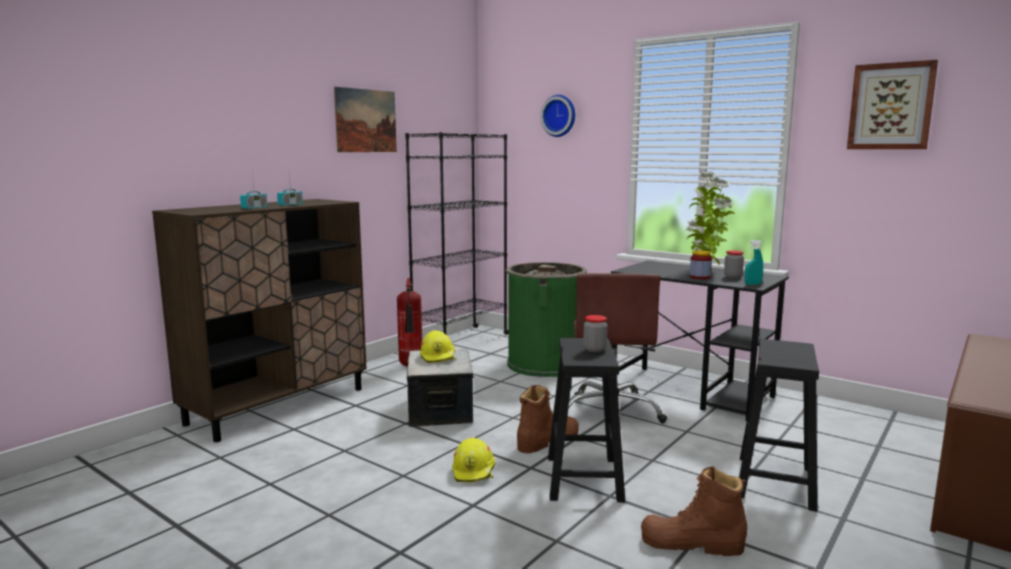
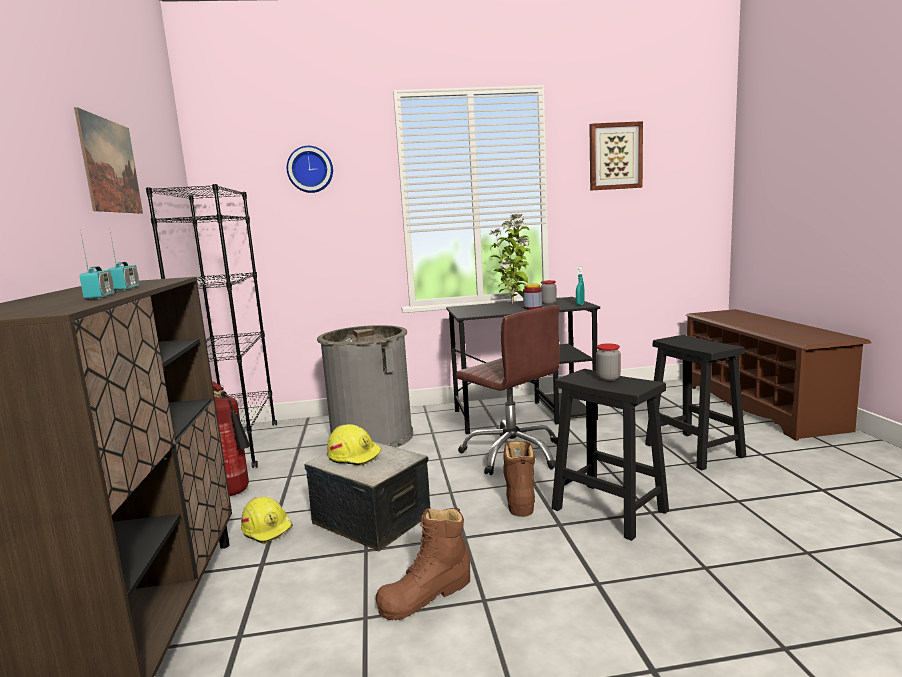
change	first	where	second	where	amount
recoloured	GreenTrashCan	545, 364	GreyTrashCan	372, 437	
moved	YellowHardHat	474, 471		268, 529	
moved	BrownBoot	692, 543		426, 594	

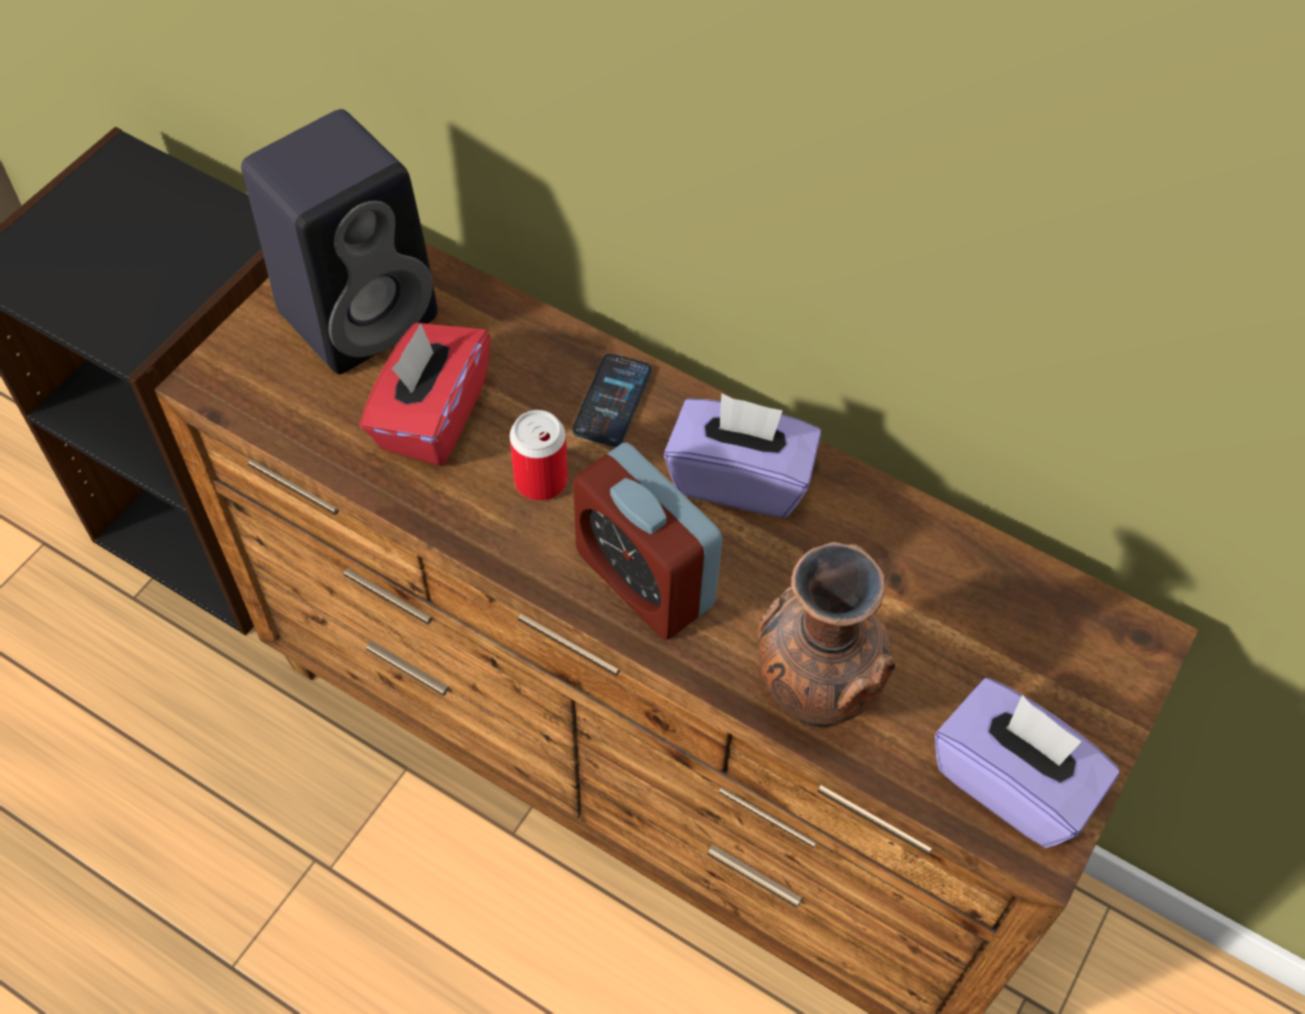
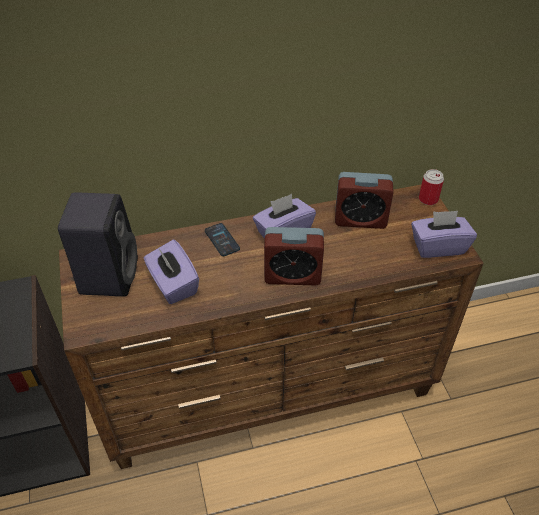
change	first	where	second	where	amount
recoloured	RedTissueBox	431, 417	PurpleTissueBox	173, 284	
moved	Can	541, 480		428, 199	
removed	BrownVase	810, 702			
added			AlarmClock	360, 219	

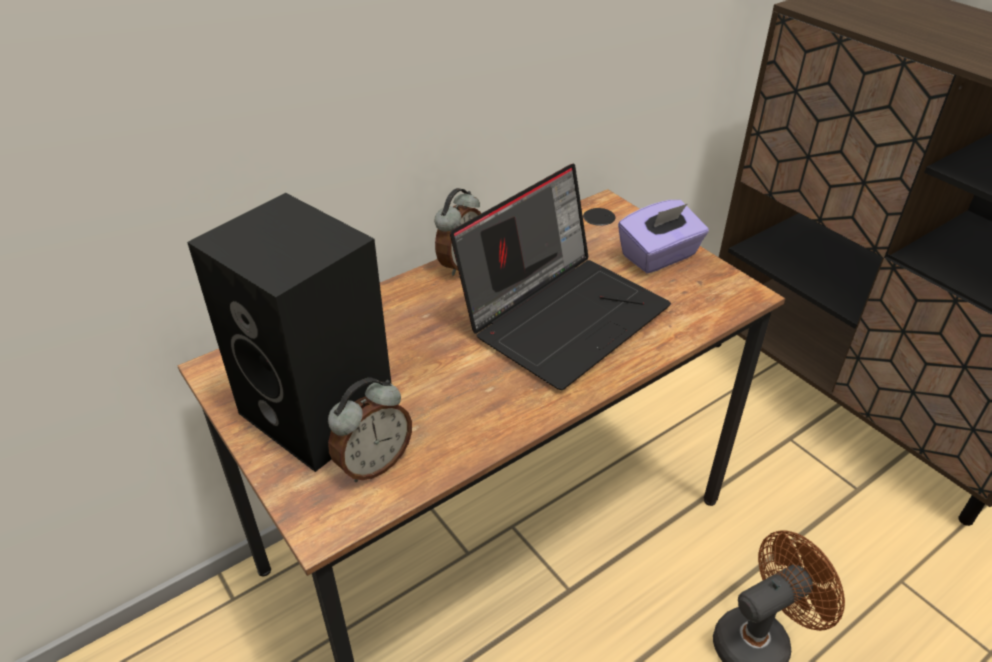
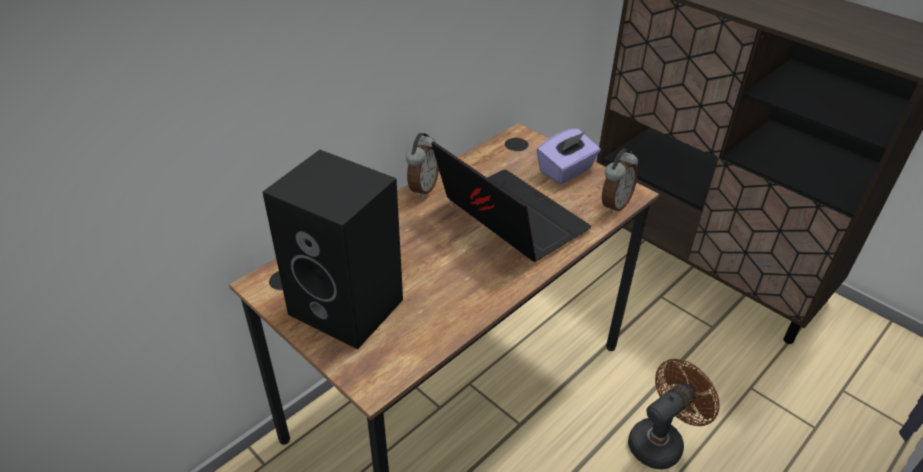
change	first	where	second	where	amount
turned	Laptop	563, 314		507, 219	75 degrees counterclockwise
moved	AlarmClock	373, 463		614, 204	

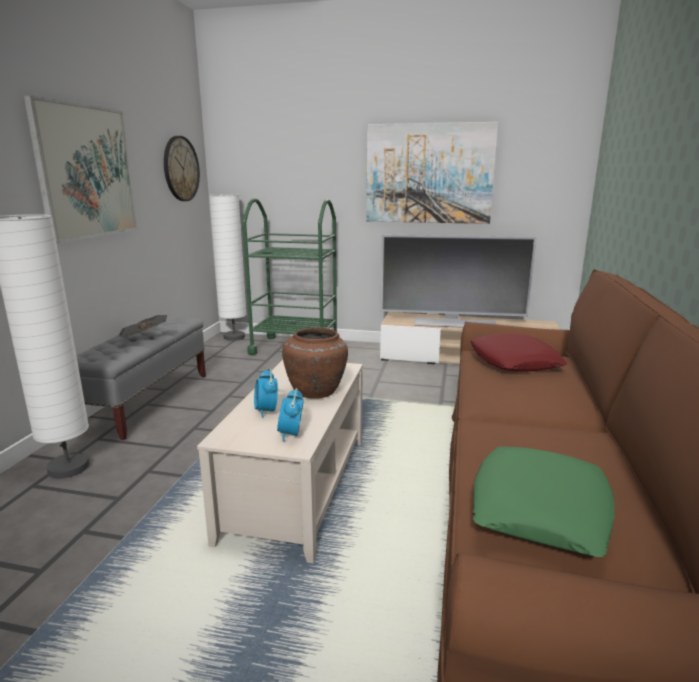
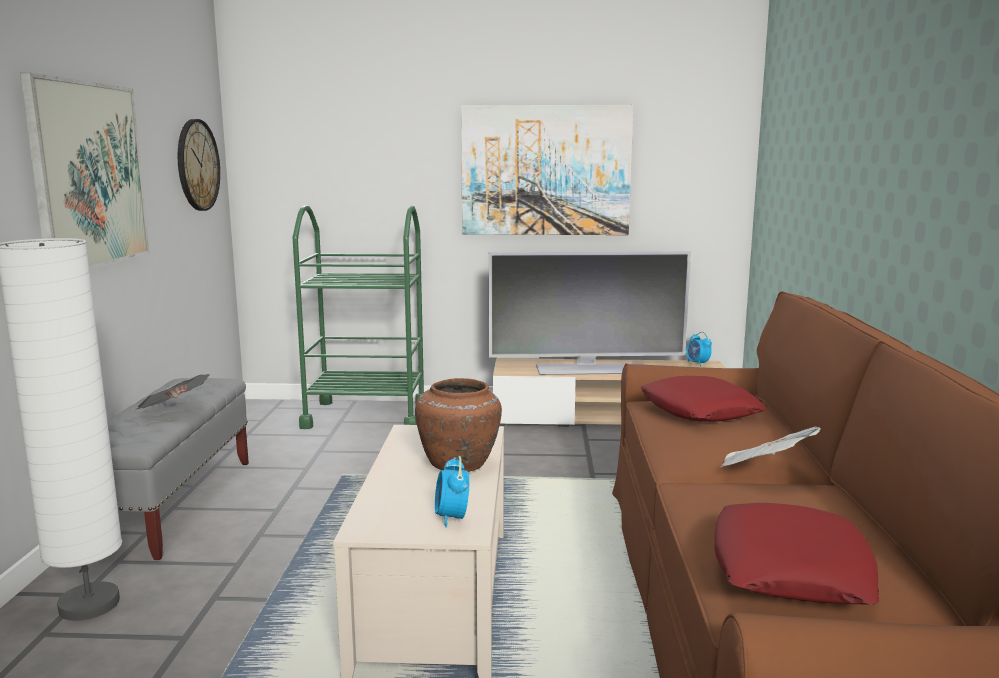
change	first	where	second	where	amount
removed	WhiteFloorLamp	234, 337			
moved	AlarmClock	266, 411		697, 363	
recoloured	GreenPillow	540, 508	RedPillow	790, 568	
added			Newspaper	764, 471	

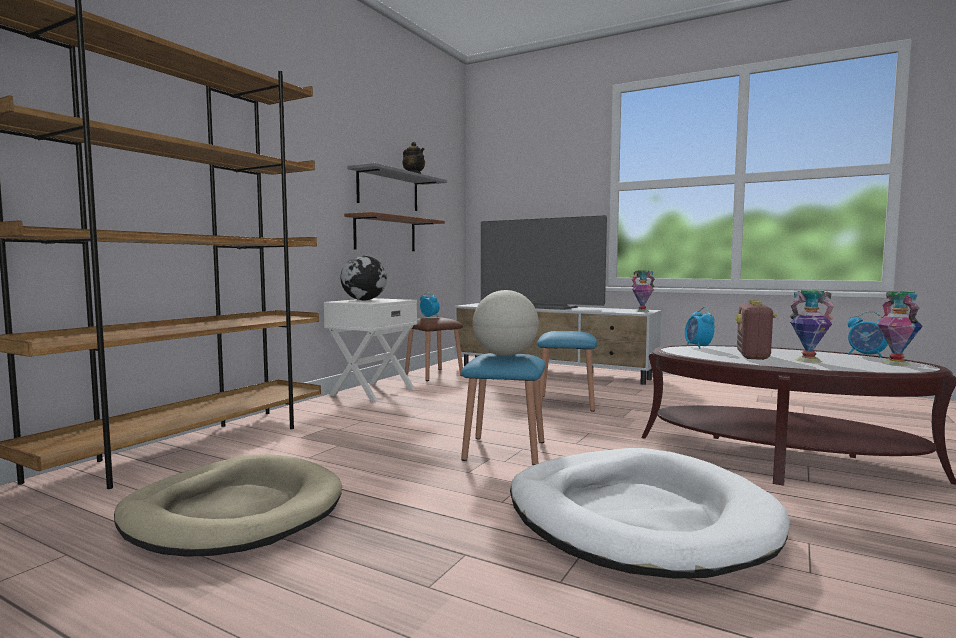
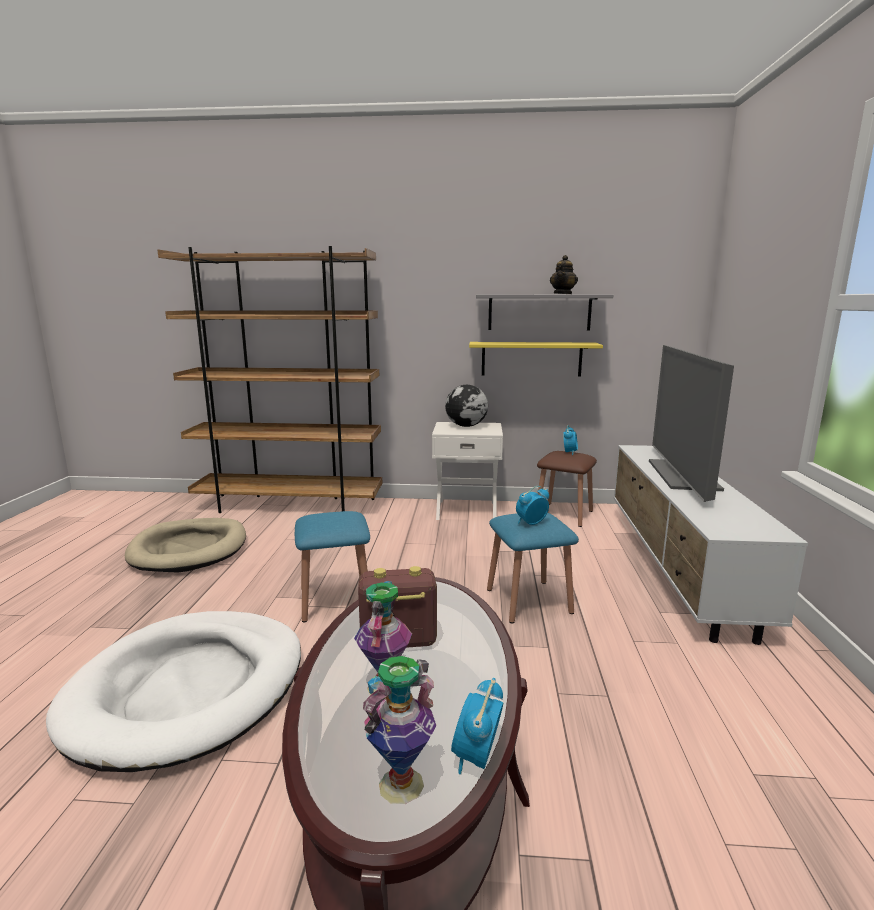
change	first	where	second	where	amount
recoloured	BrownShelf	385, 234	YellowShelf	531, 359	
removed	Vase	642, 311			
removed	Globe	505, 355			
moved	AlarmClock	698, 347		530, 523	

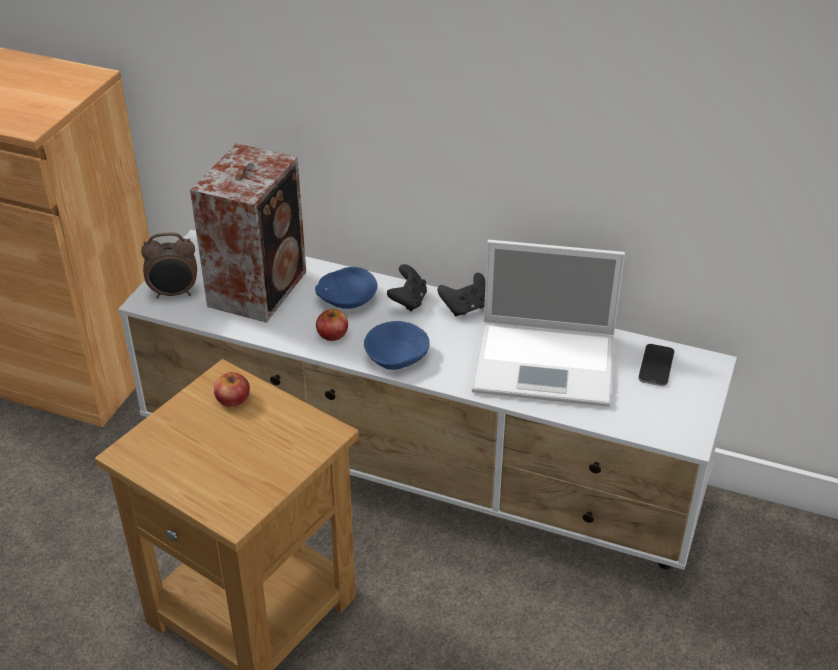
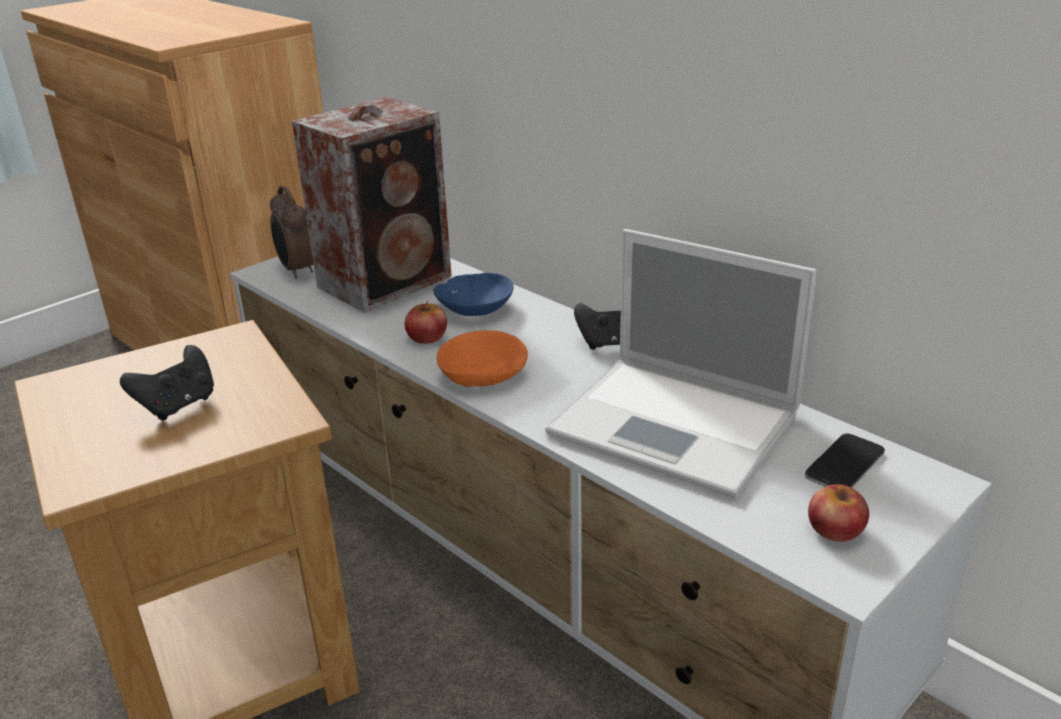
change	first	where	second	where	amount
turned	AlarmClock	174, 293		296, 270	45 degrees clockwise
moved	BlackGameController	408, 301		178, 405	
recoloured	BlueBowl	397, 356	OrangeBowl	483, 374	
moved	Apple	233, 399		835, 529	

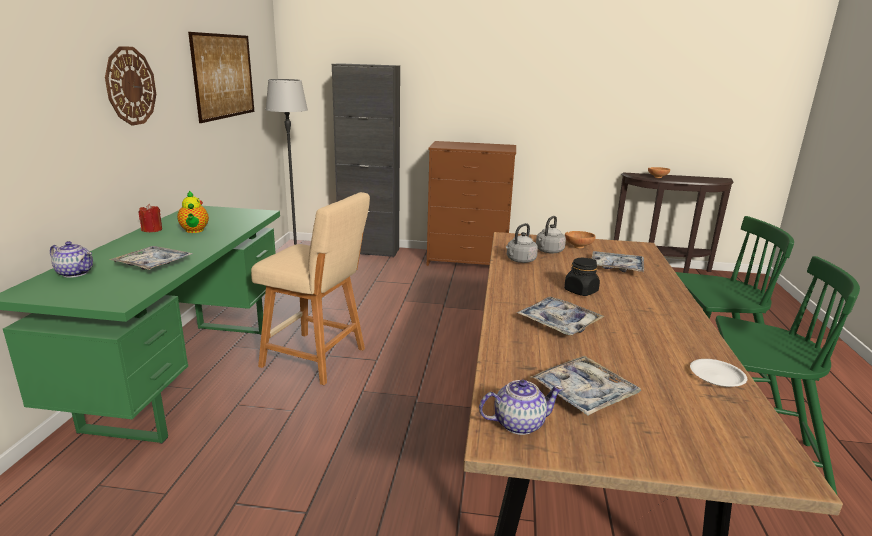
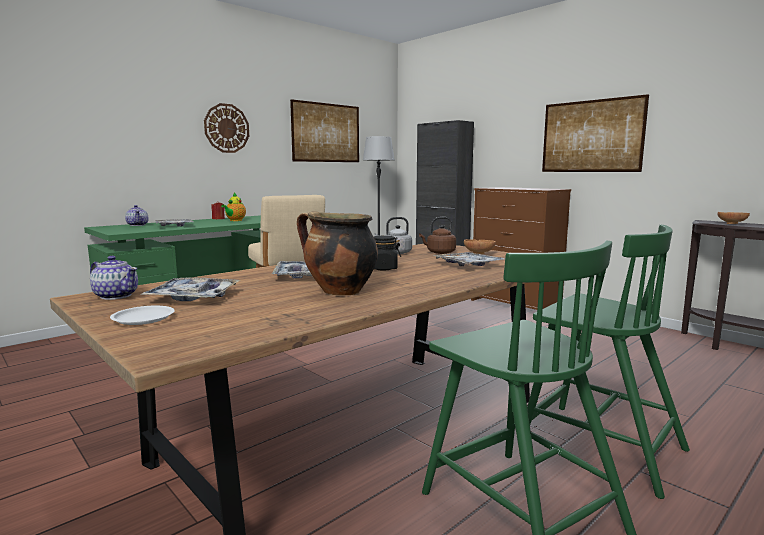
change	first	where	second	where	amount
recoloured	GreyKettle	548, 251	BrownKettle	439, 252	
moved	WhitePlate	716, 376		143, 319	
added			Picture	591, 136	
added			CookingPot	339, 292	

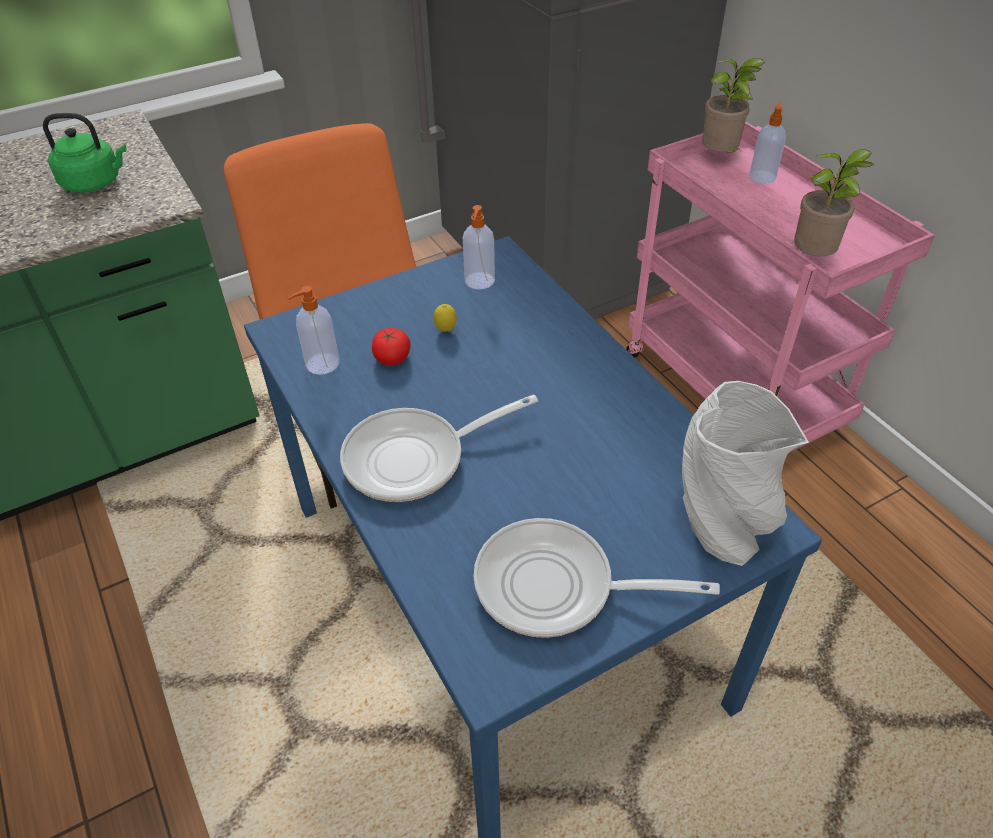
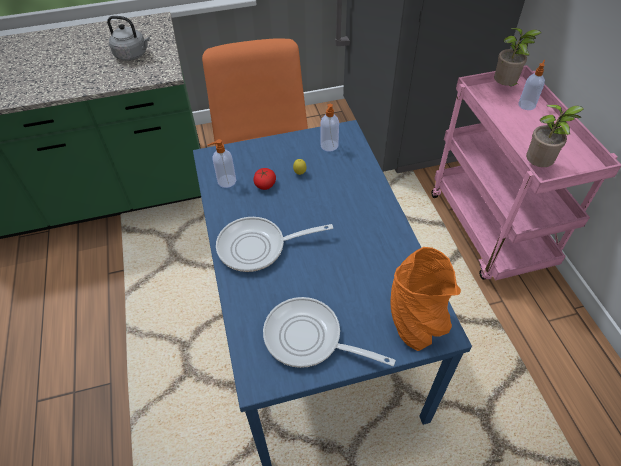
change	first	where	second	where	amount
recoloured	GreenKettle	95, 183	GreyKettle	133, 55	
recoloured	GreyVase	723, 525	OrangeVase	416, 324	

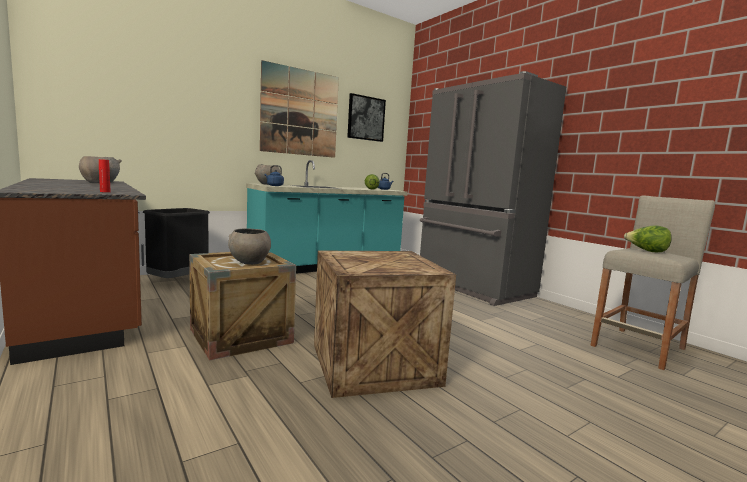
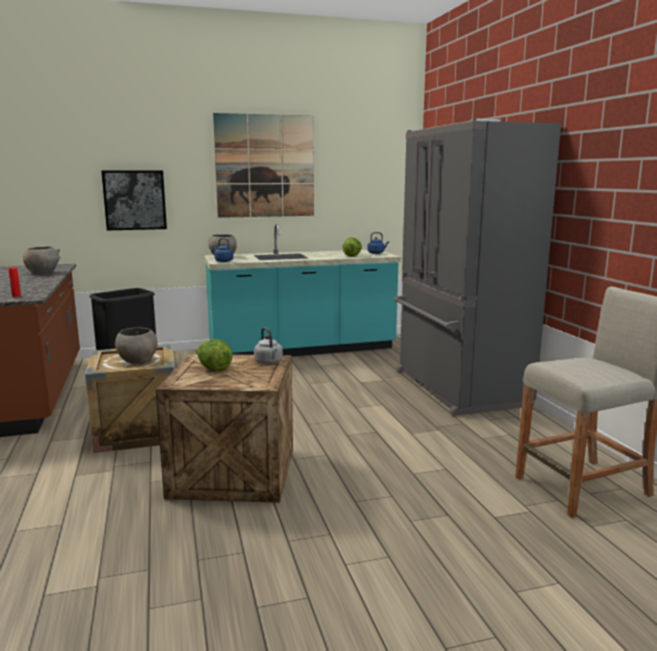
change	first	where	second	where	amount
moved	Picture	366, 118		135, 200	
moved	Lettuce	646, 251		213, 369	
added			GreyKettle	269, 362	

